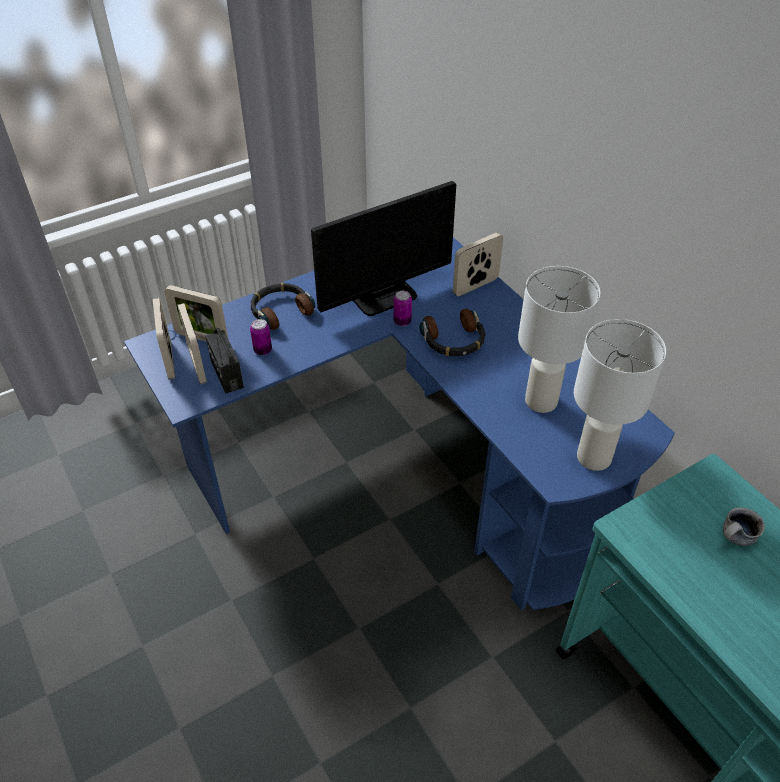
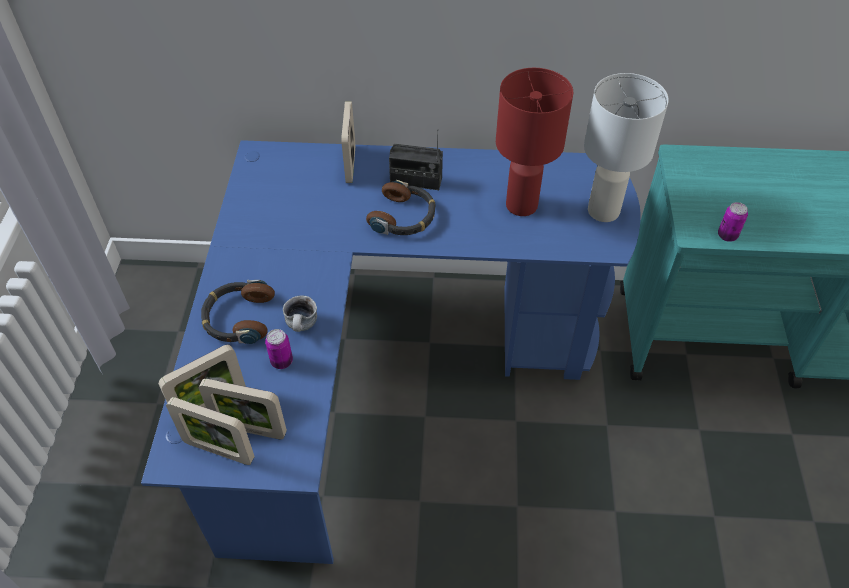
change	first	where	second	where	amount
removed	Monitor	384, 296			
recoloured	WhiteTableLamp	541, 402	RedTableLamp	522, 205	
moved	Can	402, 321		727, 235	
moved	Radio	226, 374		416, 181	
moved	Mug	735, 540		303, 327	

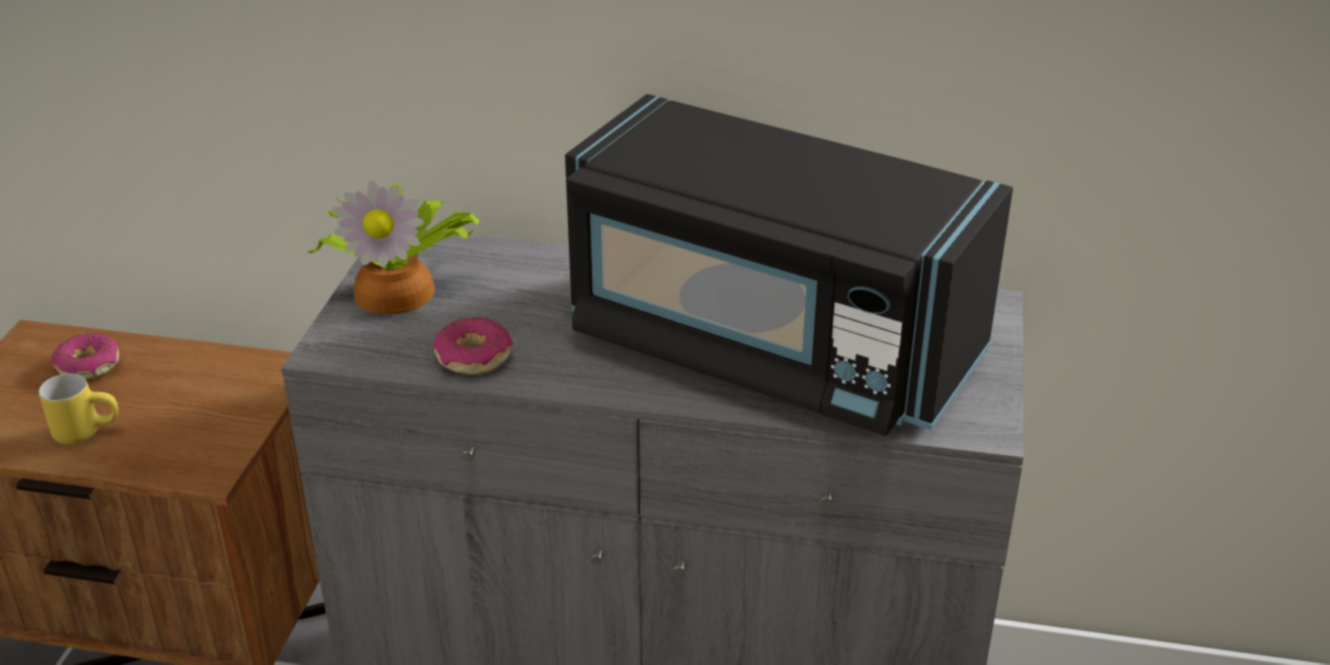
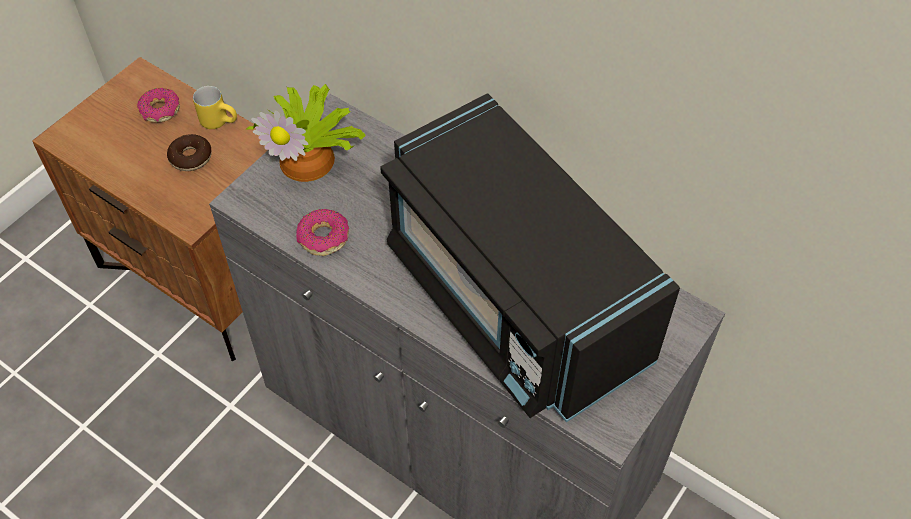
change	first	where	second	where	amount
moved	YellowMug	88, 430		220, 121	
added			Donut	191, 158	

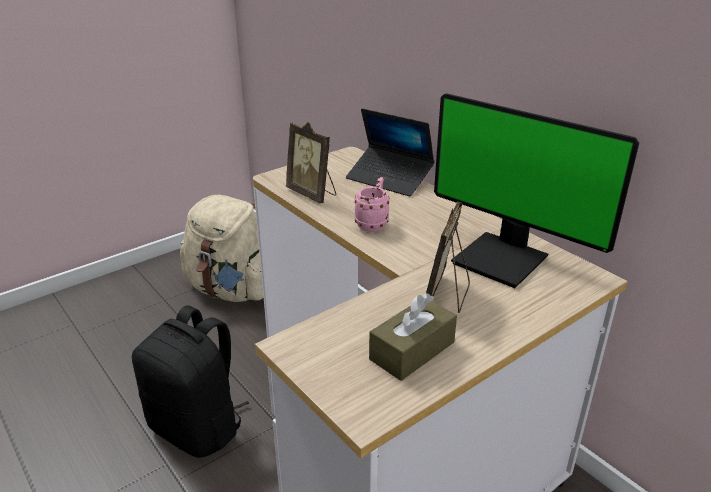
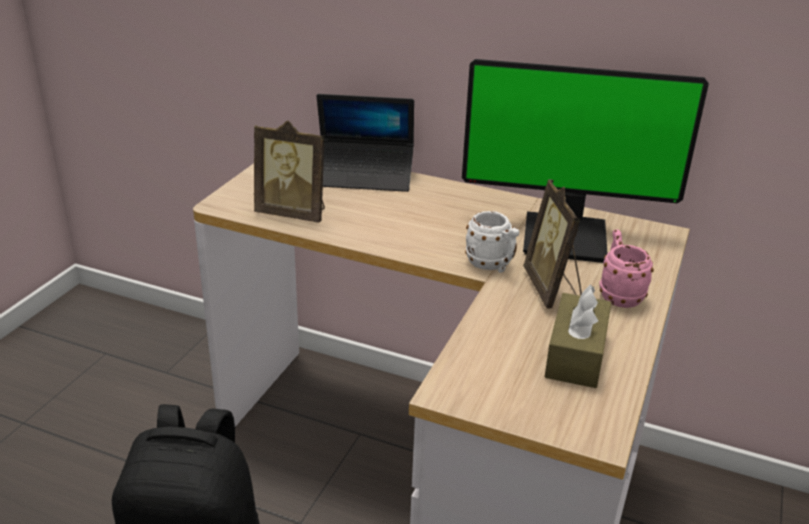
change	first	where	second	where	amount
moved	PinkMug	373, 223		618, 294	
removed	BeigeBackpack	232, 290			
added			WhiteMug	492, 266	

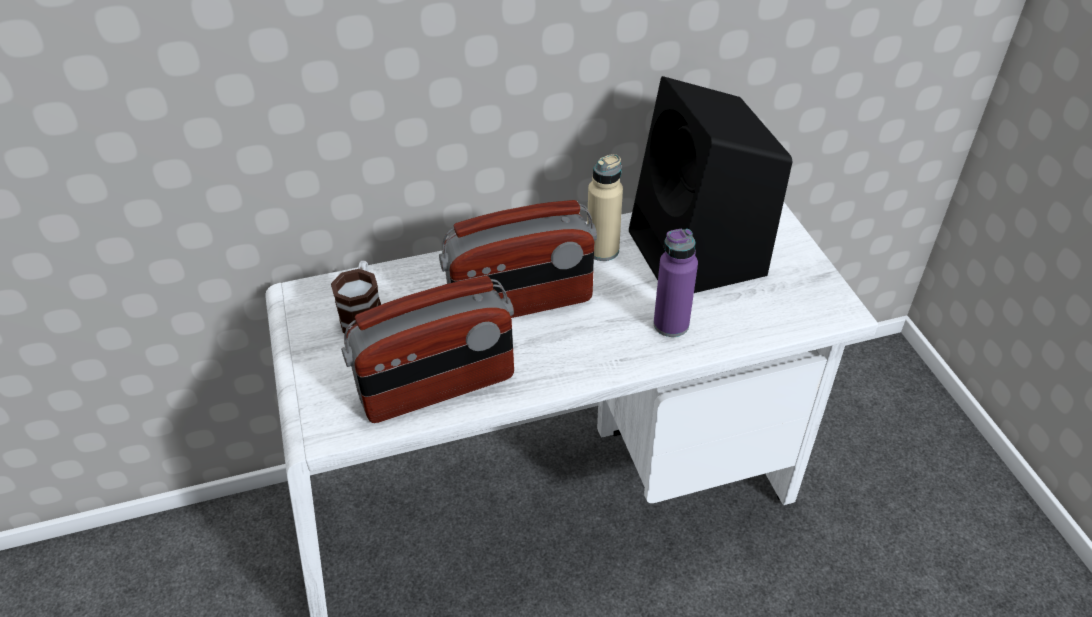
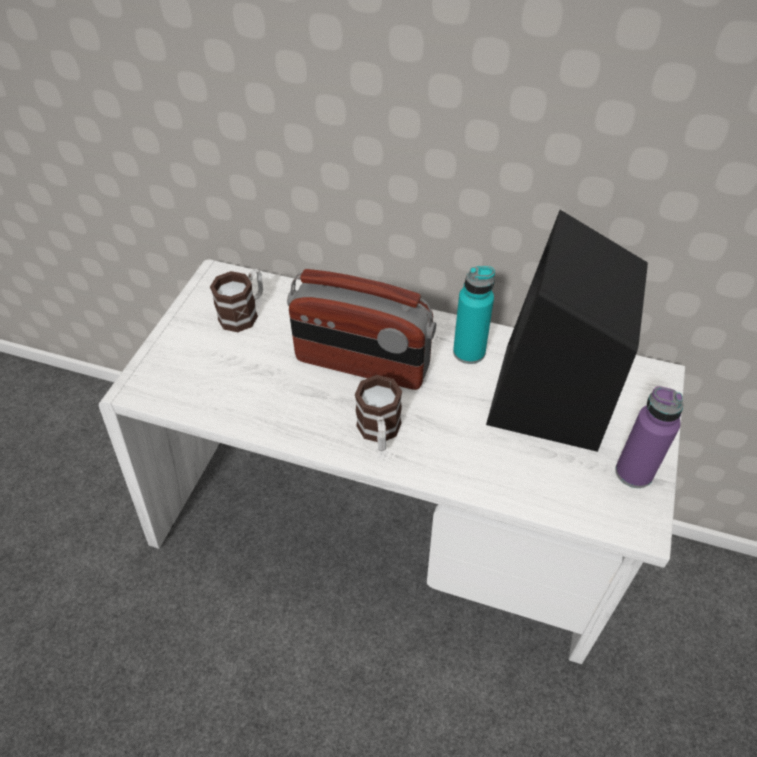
change	first	where	second	where	amount
recoloured	BeigeBottle	602, 250	TurquoiseBottle	469, 352	
moved	PurpleBottle	671, 324		634, 472	
removed	Radio	438, 388			
added			Mug	379, 432	

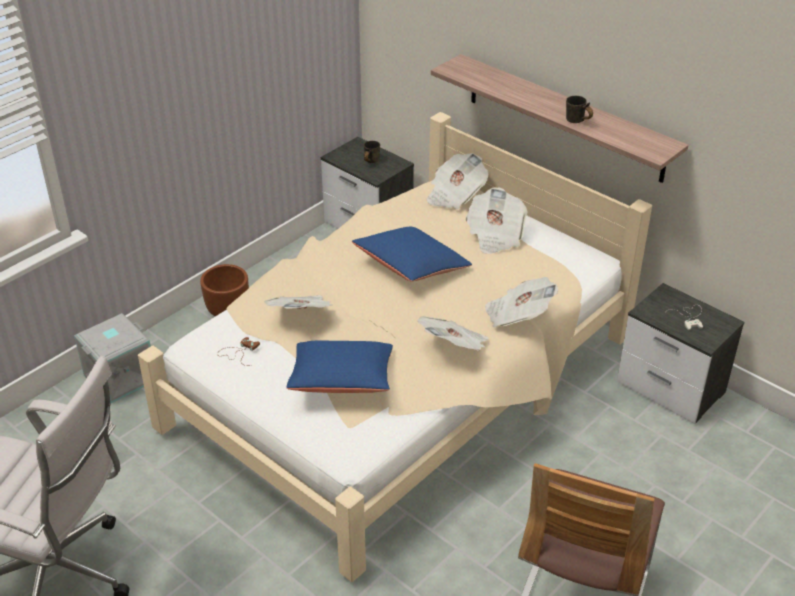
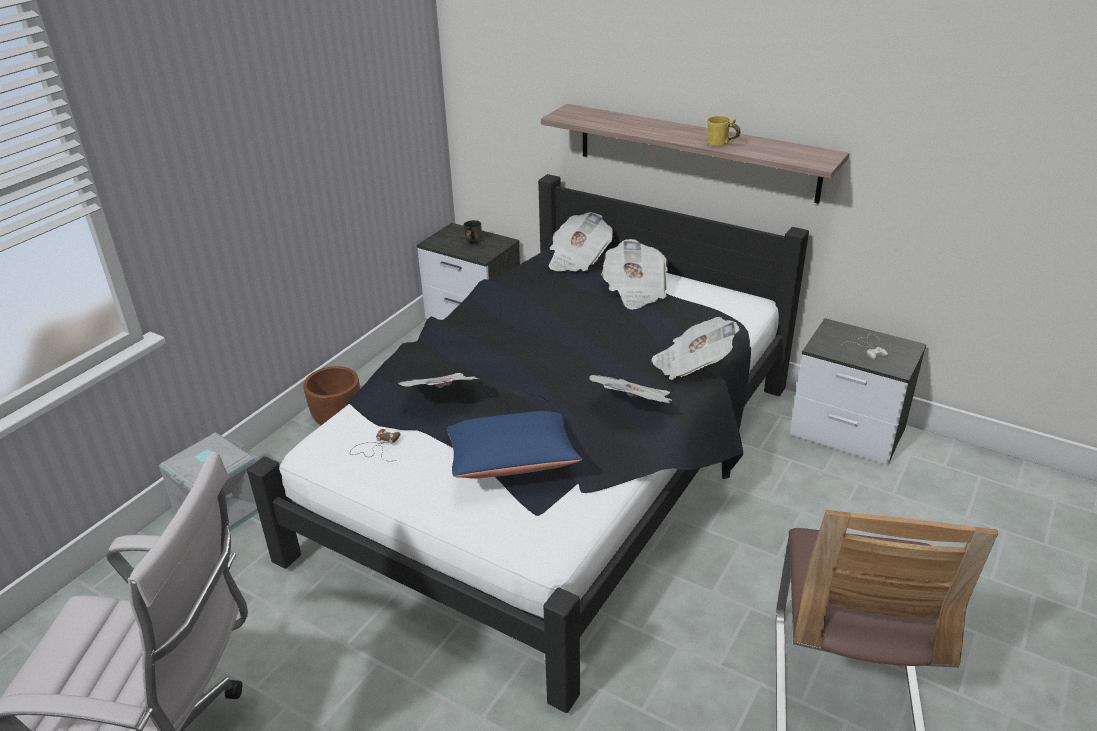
change	first	where	second	where	amount
recoloured	GreyMug	576, 122	YellowMug	720, 145	
recoloured	BeigeBed	399, 384	BlackBed	554, 471	
removed	BluePillow	411, 267			

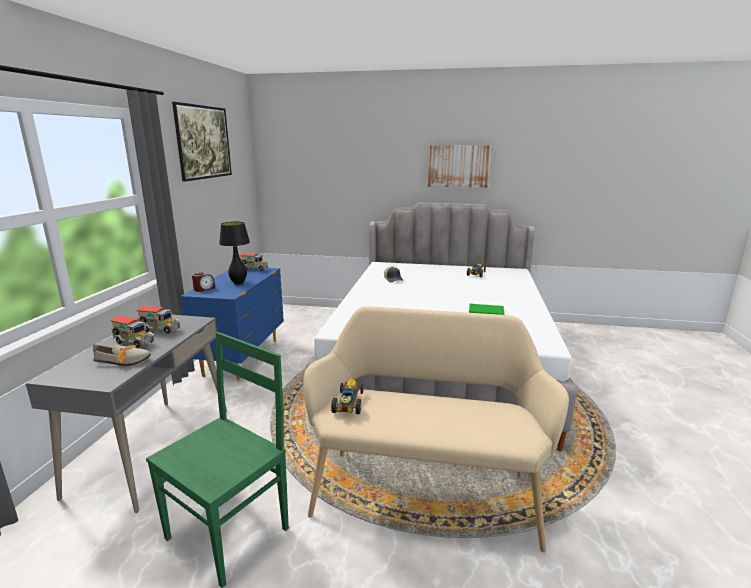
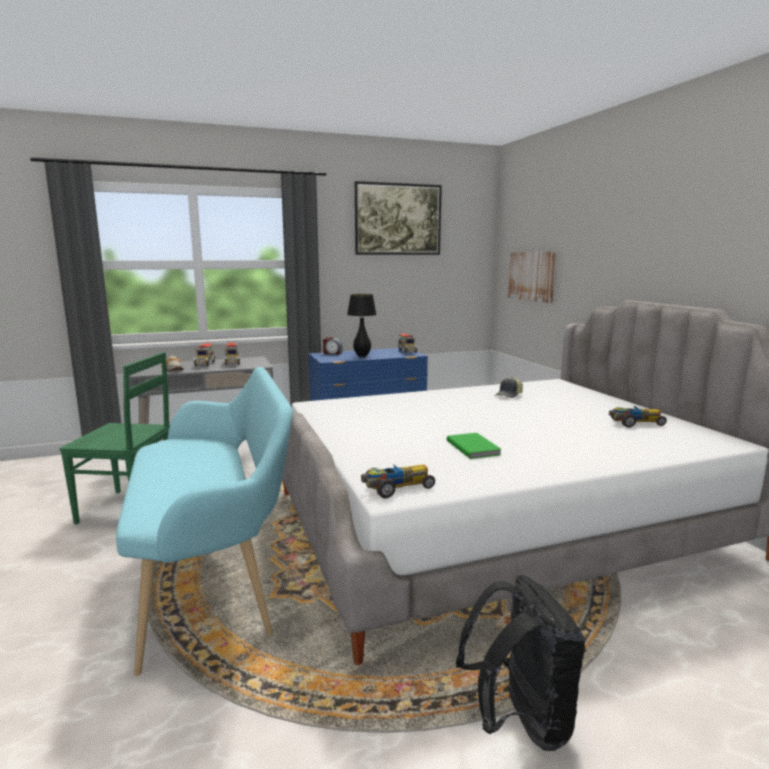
change	first	where	second	where	amount
moved	Picture	458, 166		532, 276	
recoloured	BeigeBench	426, 489	TurquoiseBench	215, 575	
moved	ToyCar	348, 404		396, 488	
added			BlackBackpack	520, 720	

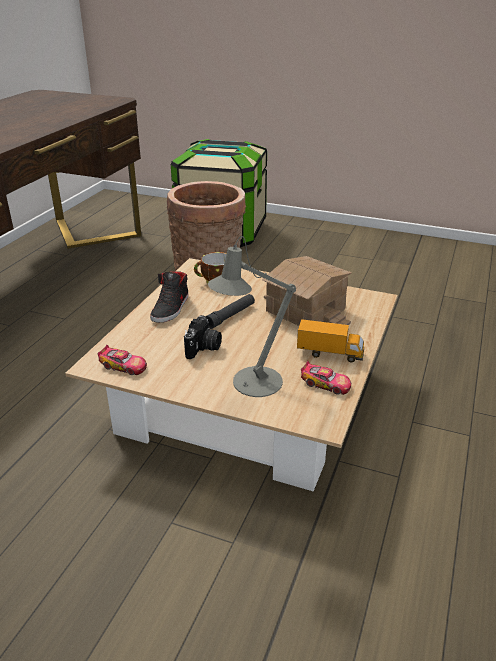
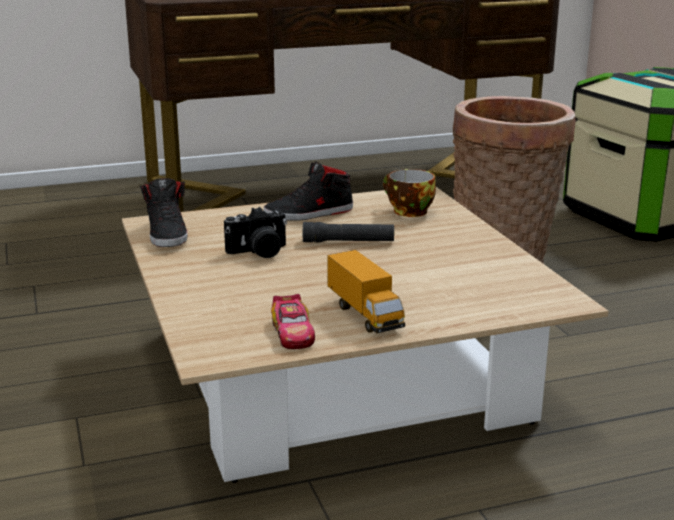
change	first	where	second	where	amount
removed	GreyTableLamp	251, 384			
removed	ToyHouse	304, 311			
replaced	ToyCar	124, 366	BlackShoe	167, 233	

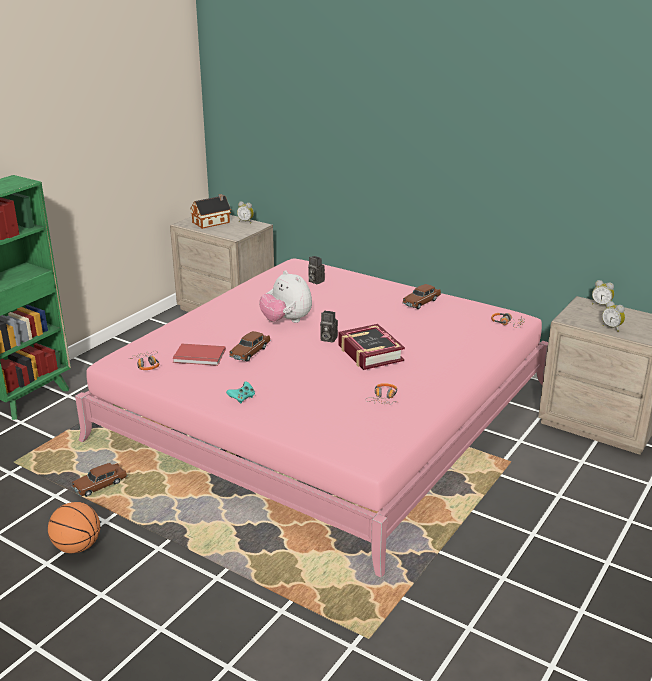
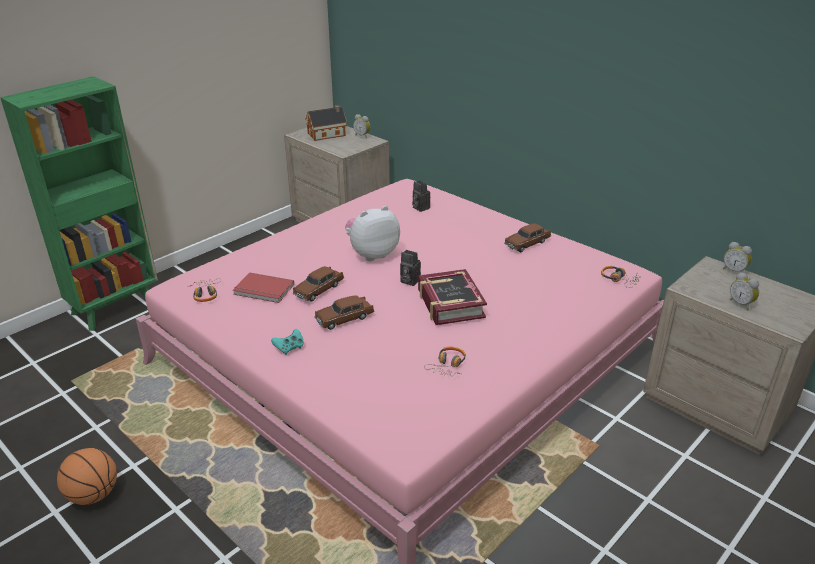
change	first	where	second	where	amount
turned	PlushToy	286, 321		372, 254	90 degrees clockwise
moved	BrownToyCar	100, 485		344, 319	

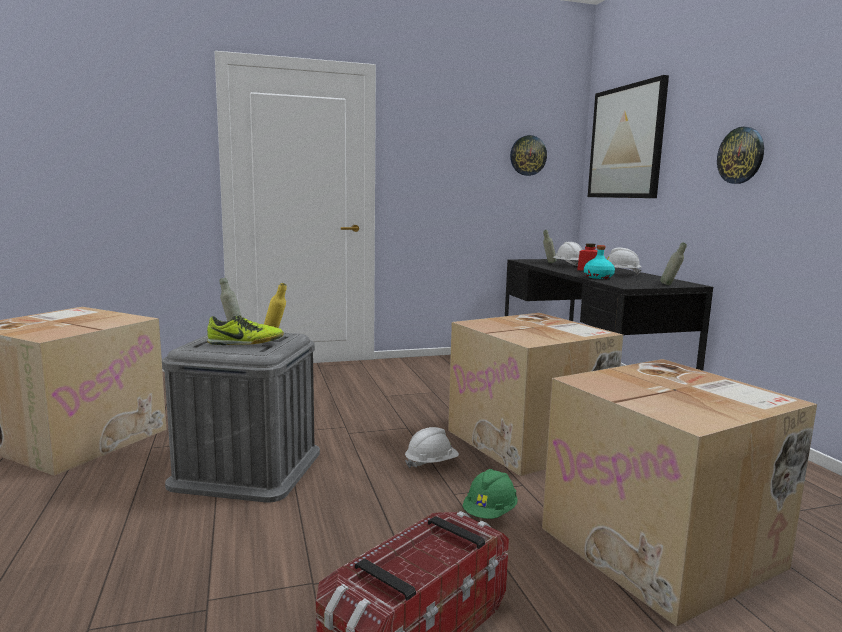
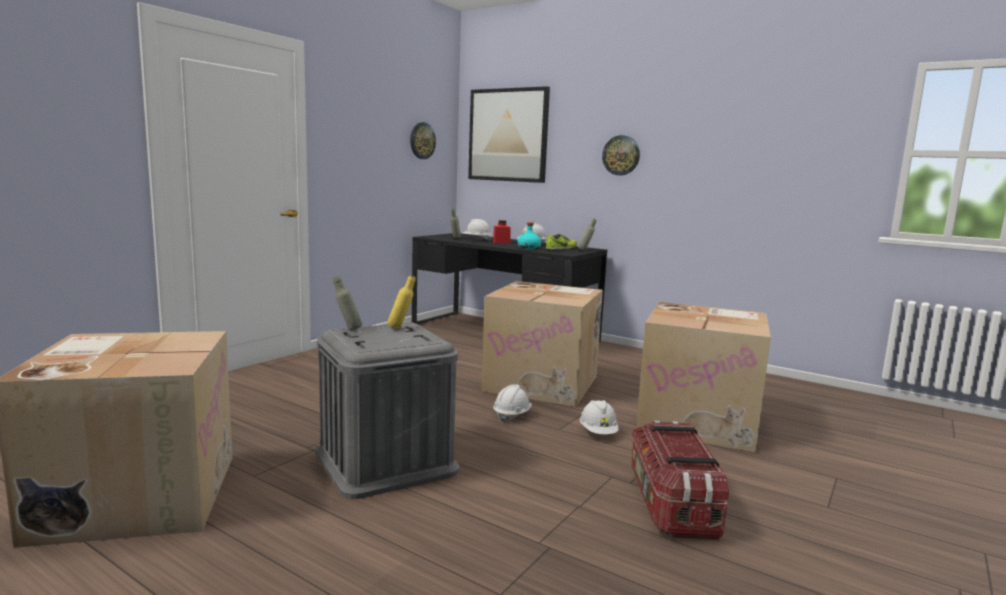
change	first	where	second	where	amount
moved	Shoe	245, 343		561, 249	
recoloured	GreenHardHat	490, 513	WhiteHardHat	598, 432	

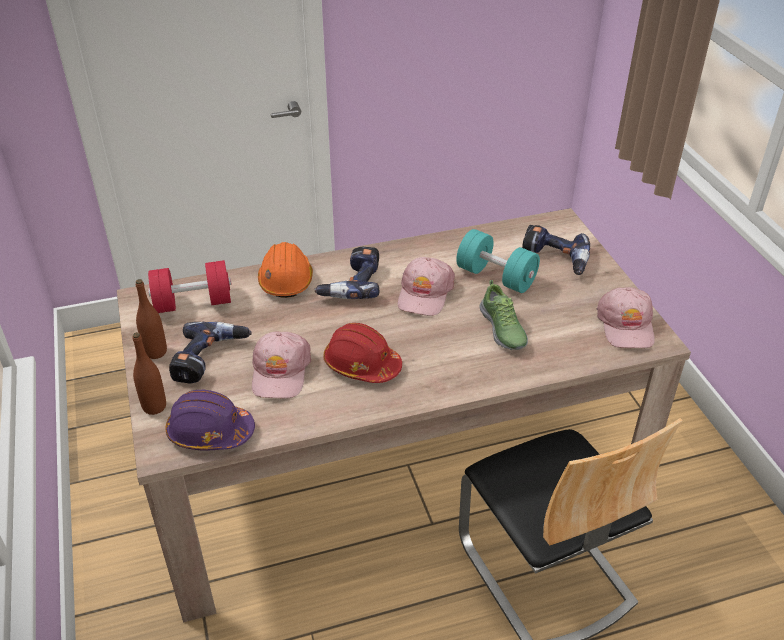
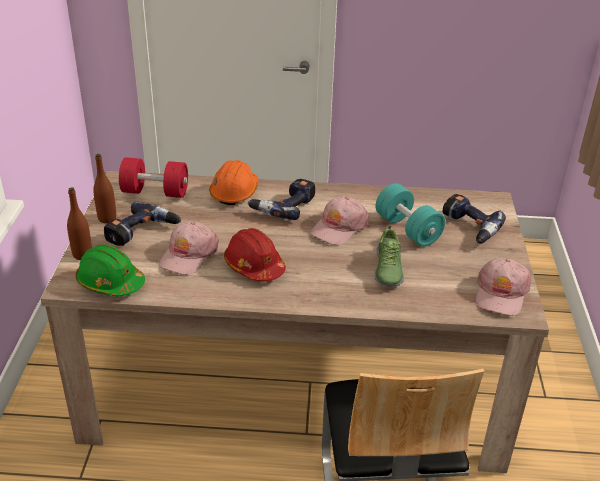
change	first	where	second	where	amount
recoloured	PurpleHardHat	210, 432	GreenHardHat	110, 282	

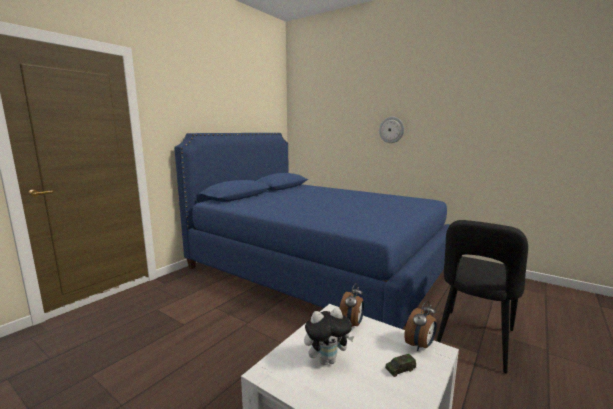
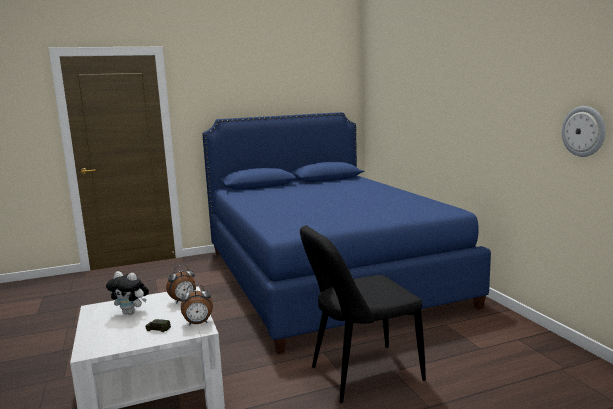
change	first	where	second	where	amount
moved	WallClock	391, 130		584, 131	

